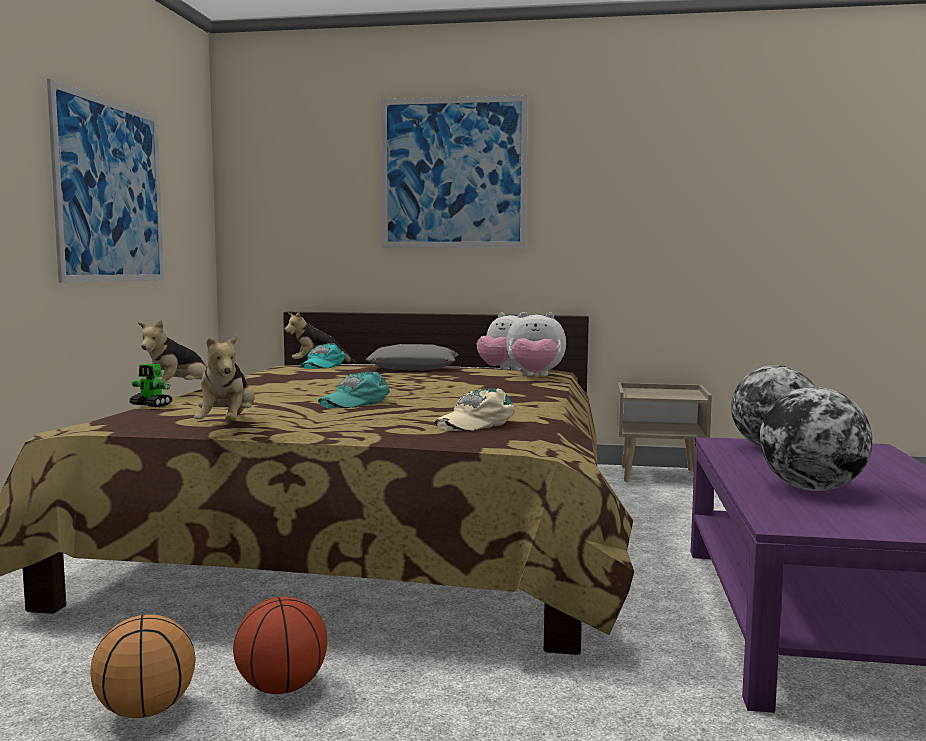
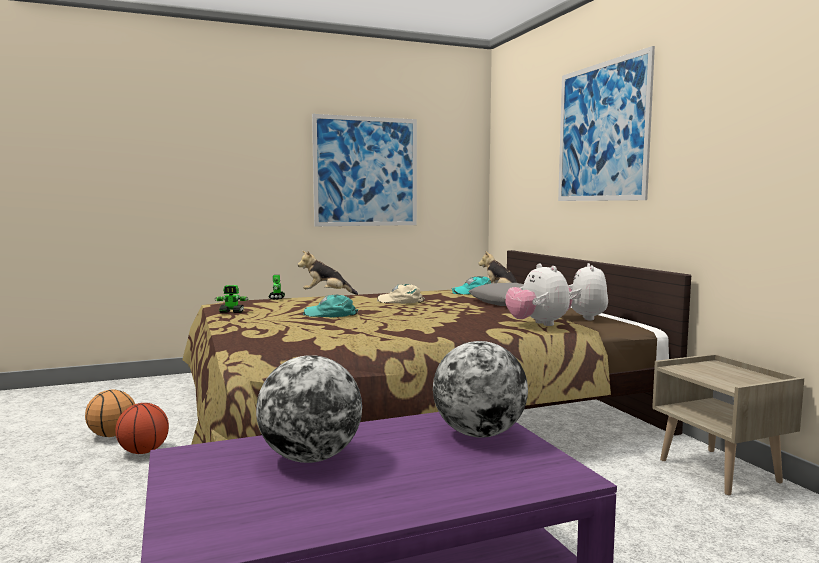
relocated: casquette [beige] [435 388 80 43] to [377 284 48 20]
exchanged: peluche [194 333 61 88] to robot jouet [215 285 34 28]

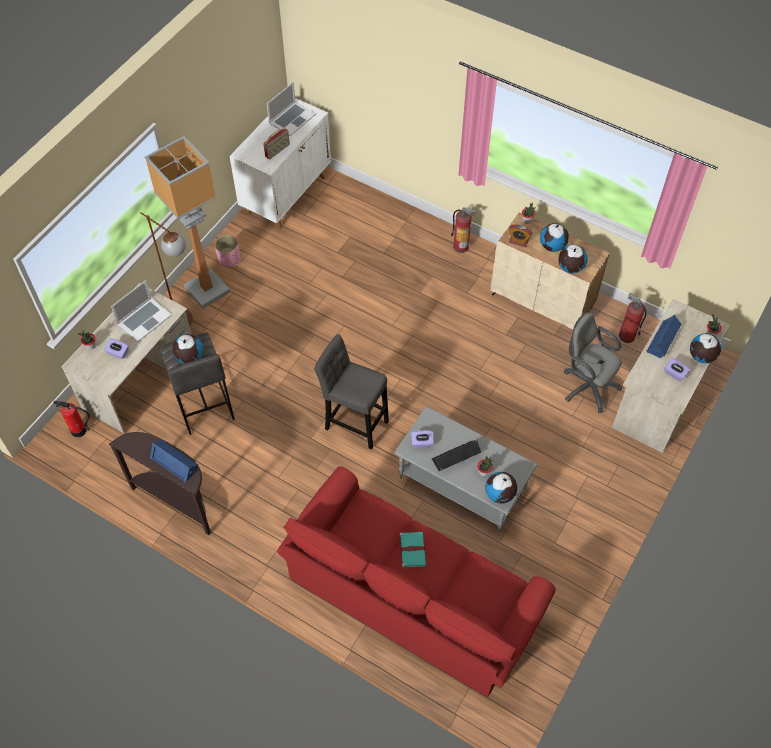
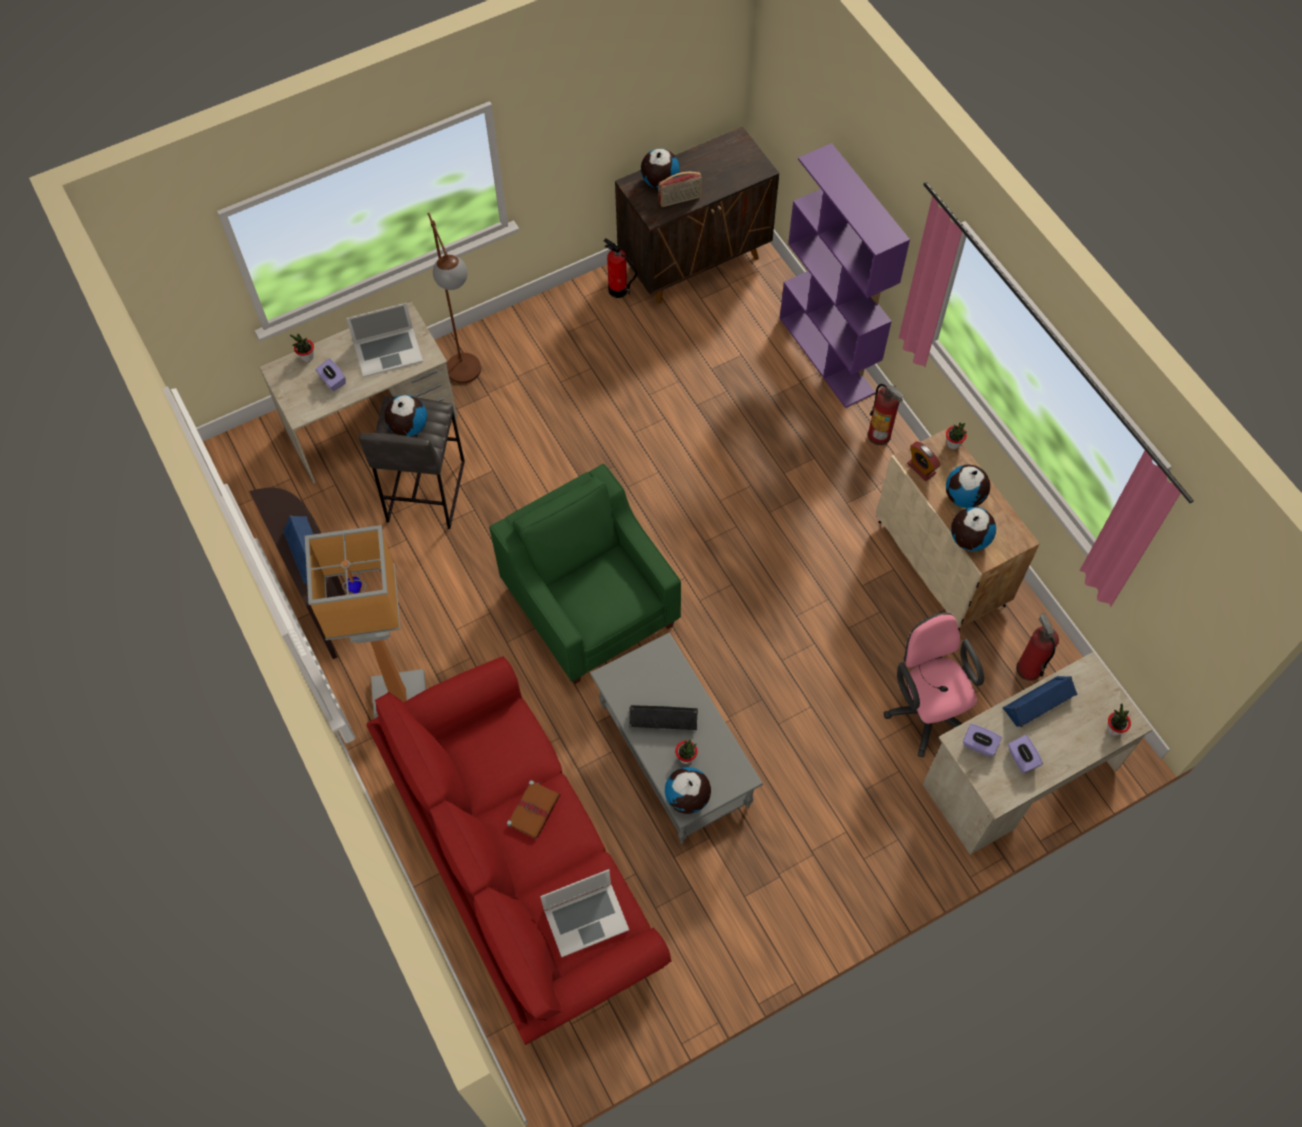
missing: cache-pot [rose] [214 235 26 33]
appeared: bibliothèque [violet] [780 143 130 265]
relocated: ordinateur portable [267 82 49 54] to [540 869 89 88]; lampadaire [144 136 86 173] to [305 525 121 194]; globe [690 333 31 30] to [641 149 38 39]; extincteur [53 401 37 36] to [603 238 34 60]; boîte à mouchoirs [violet] [411 430 23 18] to [963 724 39 33]
exchanged: tabouret [gris] [314 334 75 116] to fauteuil [vert] [489 464 192 220]
colour: meuble de rangement [blanc] [230 98 101 131] to meuble de rangement [marron] [615 127 164 177]; chaise de bureau [gris] [564 312 58 101] to chaise de bureau [rose] [884 613 100 144]; livre [turquoise] [400 532 26 36] to livre [marron] [507 780 53 59]

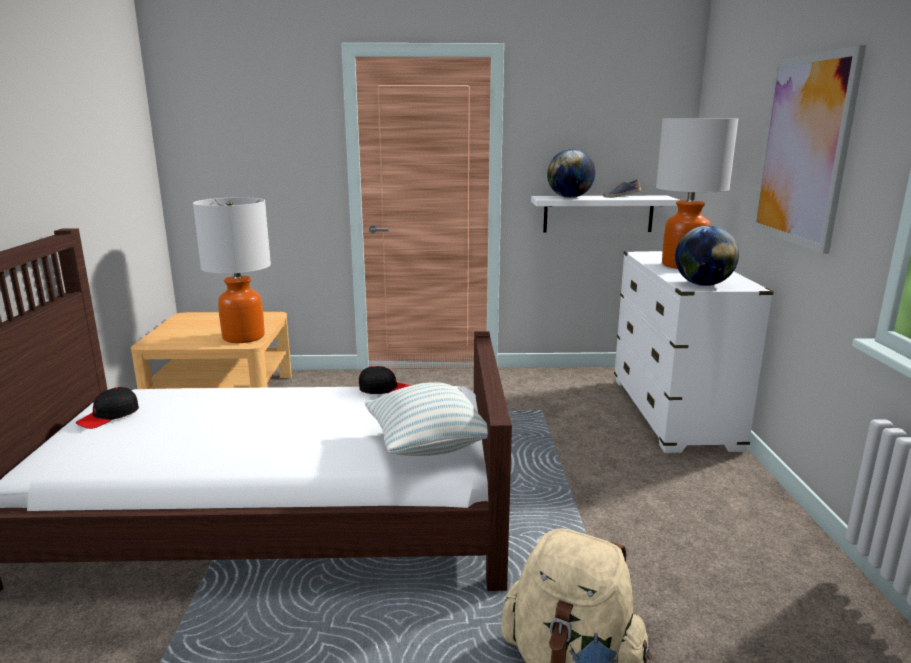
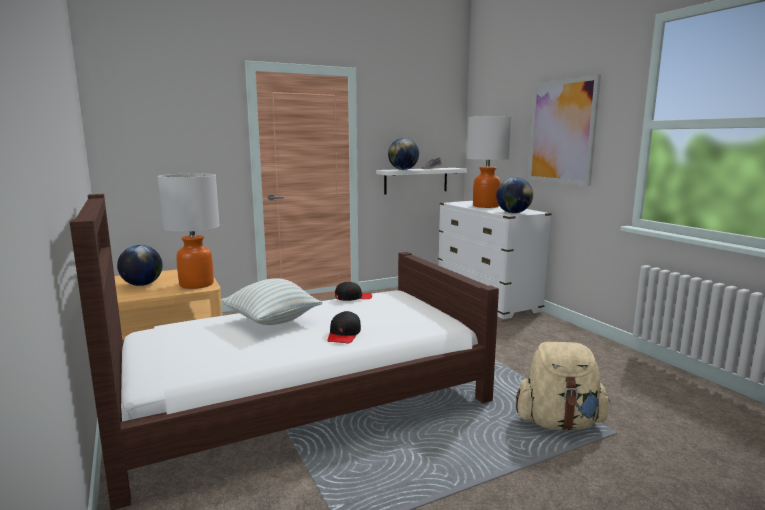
appeared: globe [117 245 46 41]
relocated: coussin [365 382 123 74] to [221 278 102 47]; casquette [noir] [76 387 63 42] to [327 311 34 33]

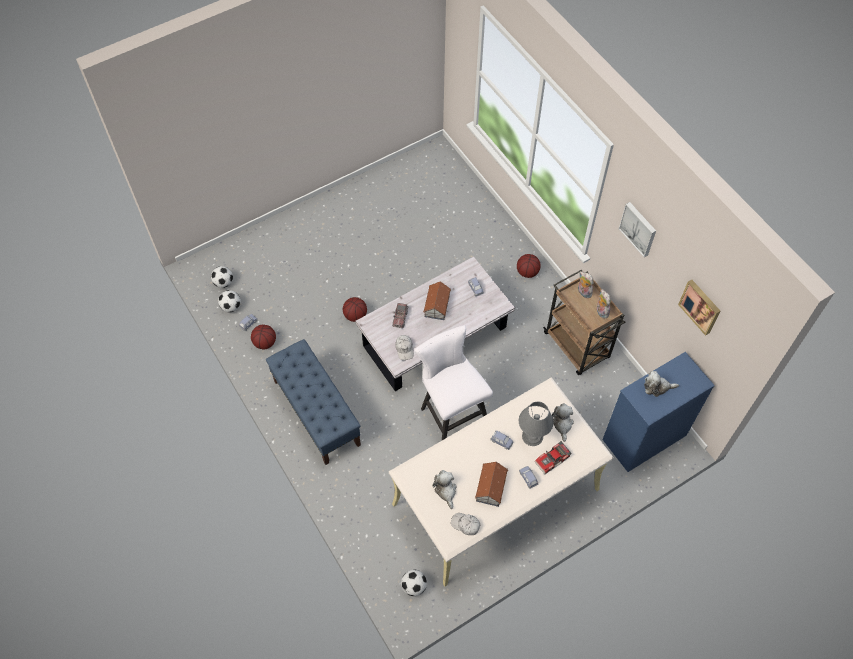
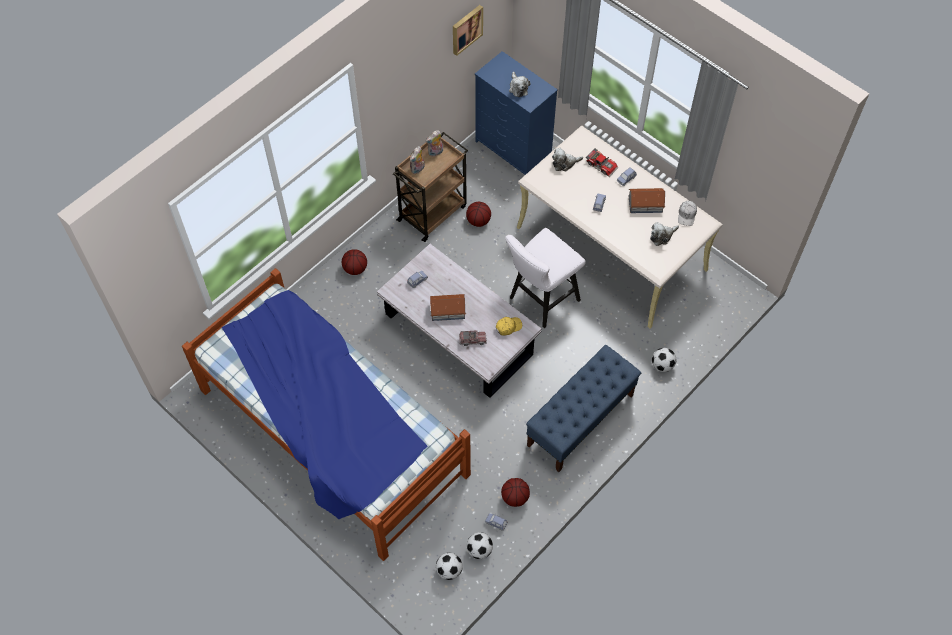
missing: tableau [619 202 37 55]; lampe de table [gris] [519 402 35 44]
appeared: lit [182 268 289 293]
relocated: ballon de basket [343 297 24 25] to [466 202 25 25]; ballon de foot [401 570 26 26] to [652 348 24 24]
colour: casquette [blanc] [396 335 18 25] to casquette [jaune] [496 317 26 18]

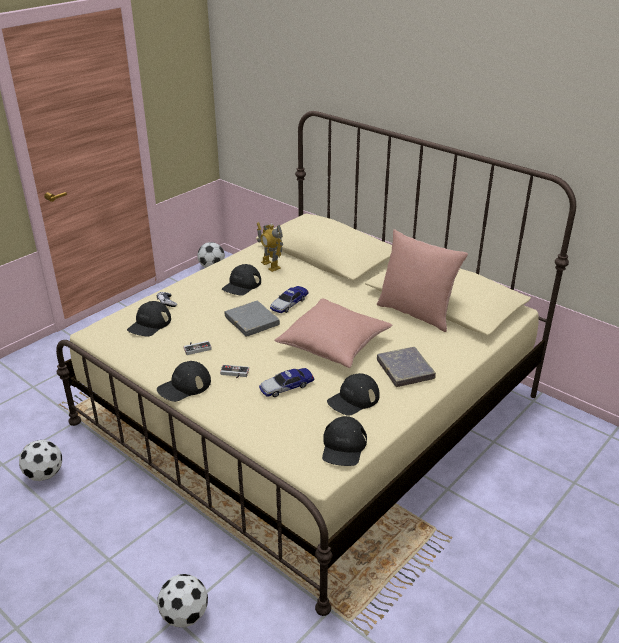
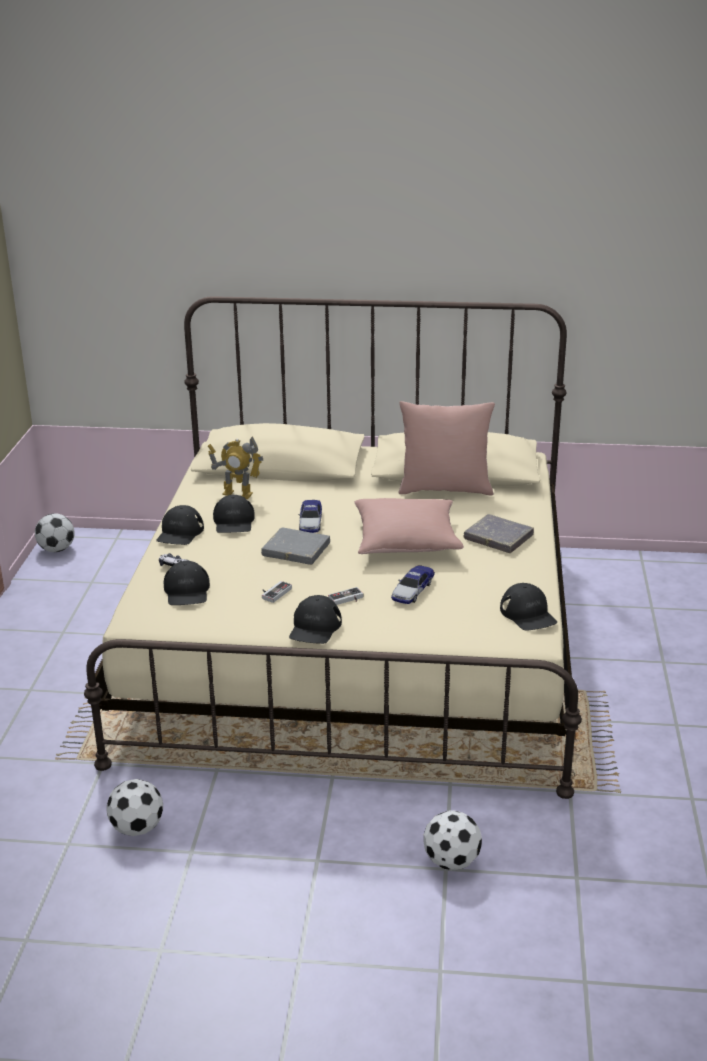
relocated: casquette [noir] [327 373 53 43] to [156 505 48 40]

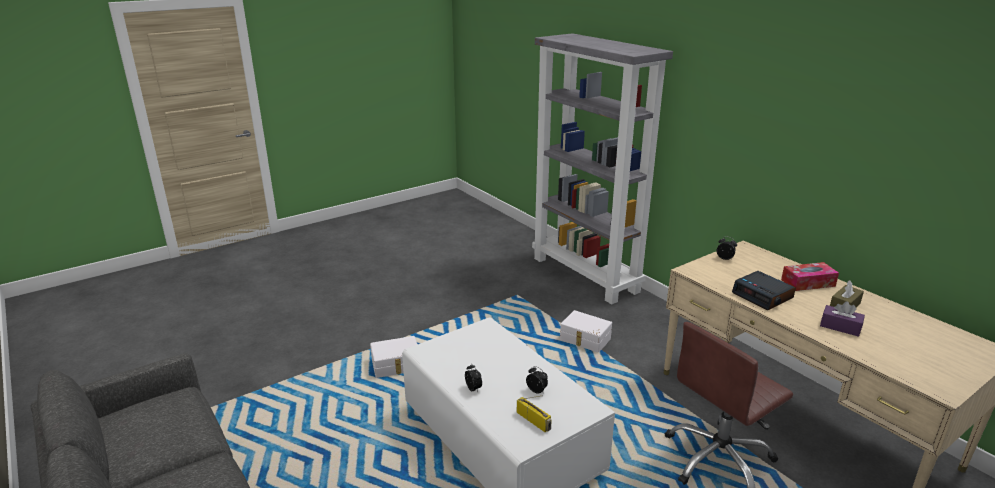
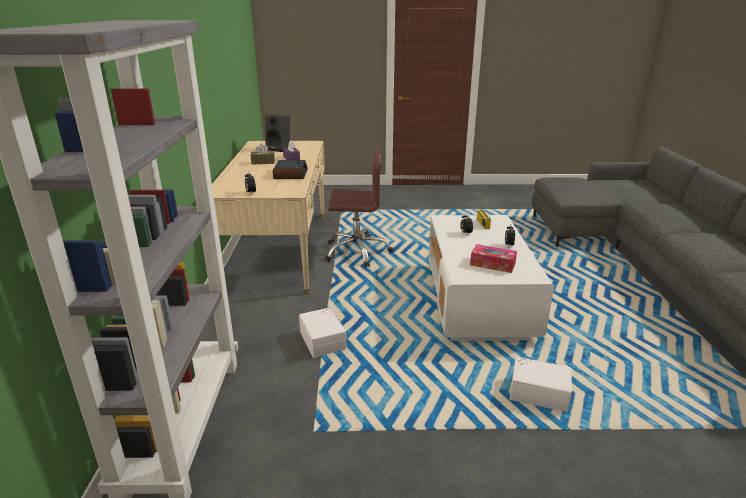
appeared: enceinte [noir] [265 115 25 37]
relocated: boîte à mouchoirs [781 262 58 29] to [470 244 47 29]

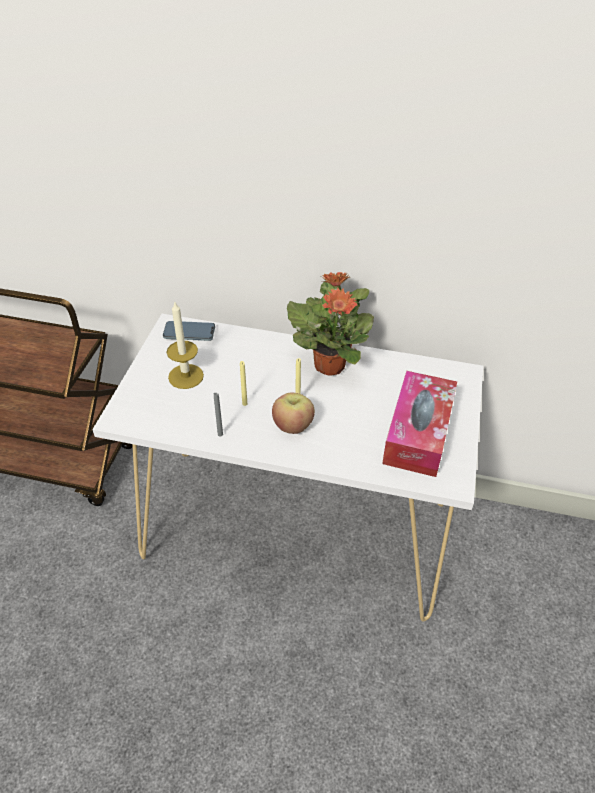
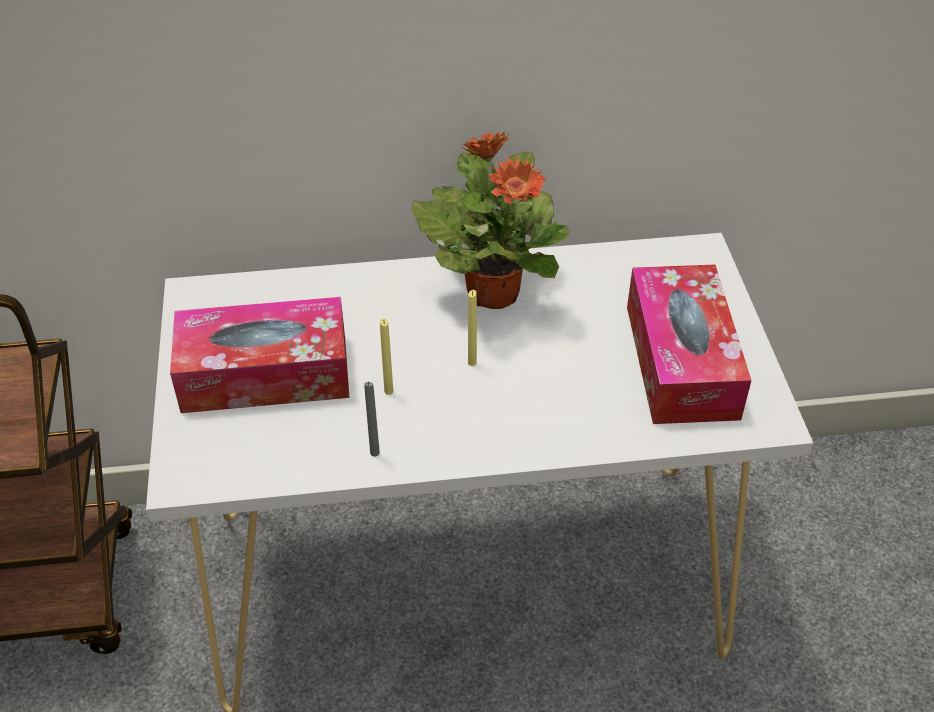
missing: téléphone [163 321 52 20]; pomme [272 392 43 42]
exchanged: bougie [167 302 37 87] to boîte à mouchoirs [170 297 180 116]

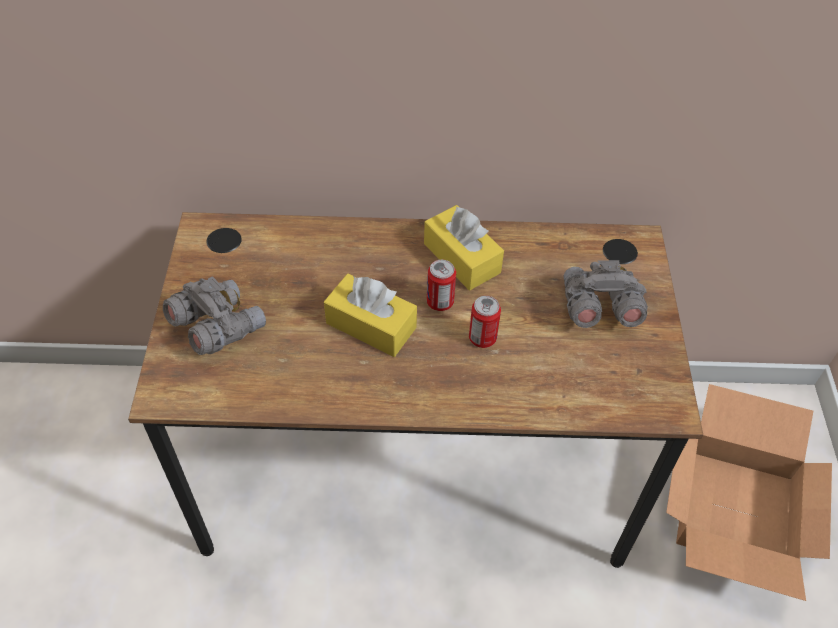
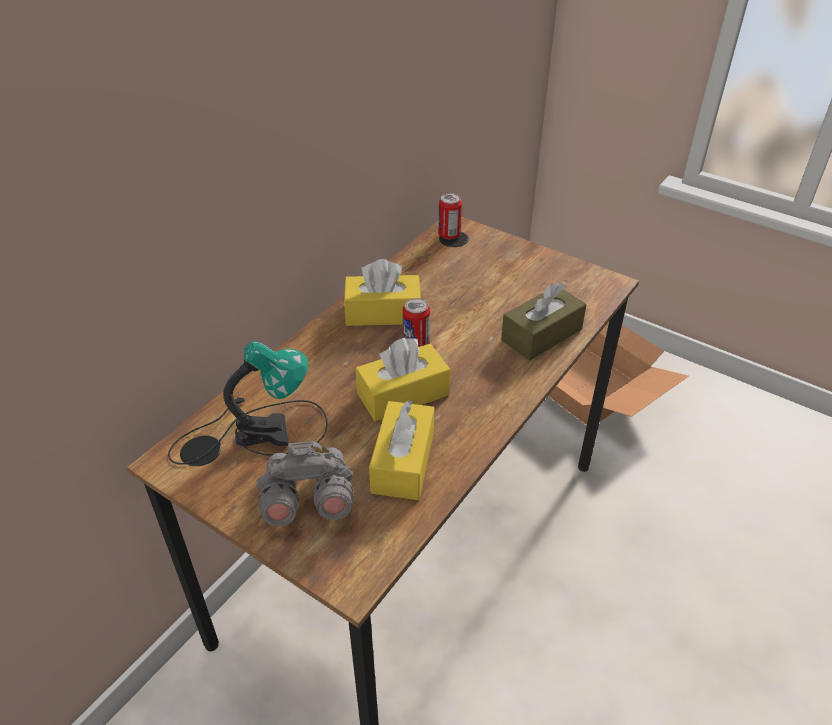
missing: jumelles [gris] [563 260 85 68]
appeared: boîte à mouchoirs [marron] [501 282 86 79]; lampe de table [168 341 160 124]; boîte à mouchoirs [jaune] [369 400 65 100]
relocated: boîte métallique [469 296 32 52] to [438 193 24 46]

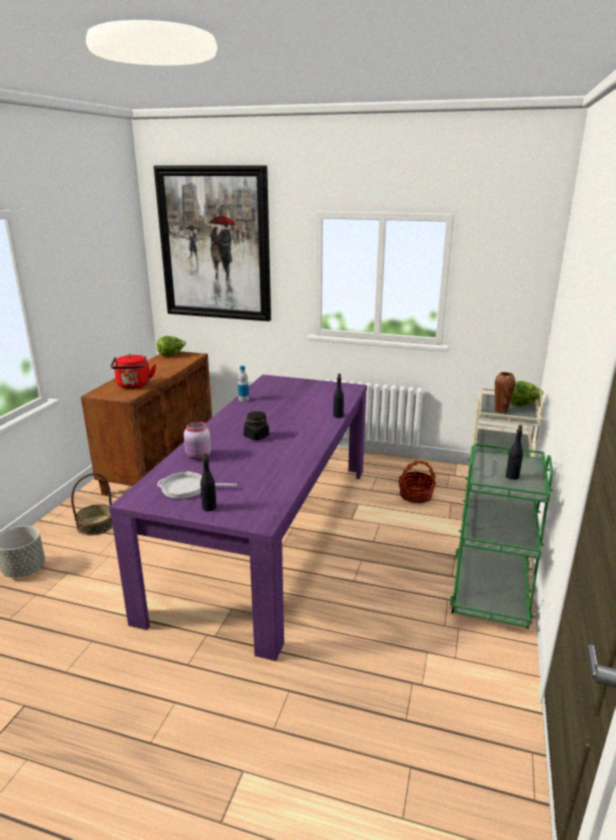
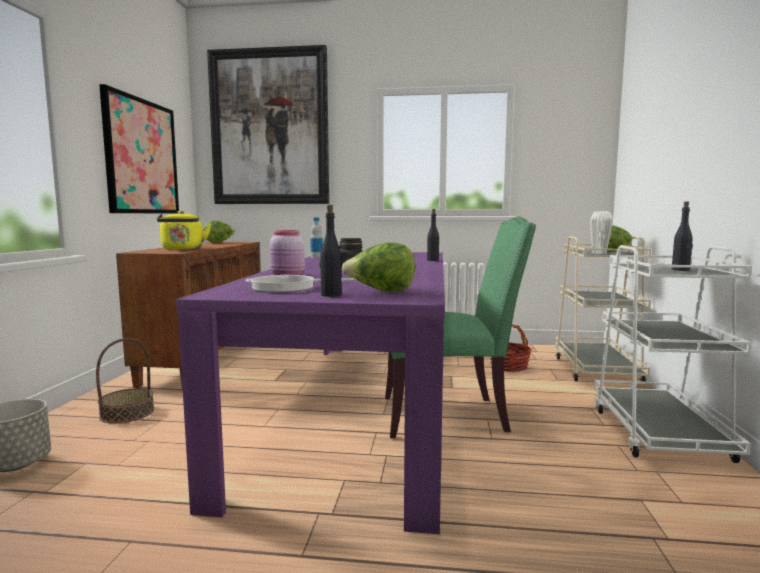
appeared: tableau [99 84 80 129]; chaise [vert] [385 216 151 223]; laitue [342 242 73 50]
colour: bouilloire [rouge] [111 354 45 35] to bouilloire [jaune] [157 211 54 39]; vase [marron] [495 372 21 41] to vase [blanc] [590 211 23 43]; chariot [vert] [450 443 103 186] to chariot [blanc] [594 245 158 218]

